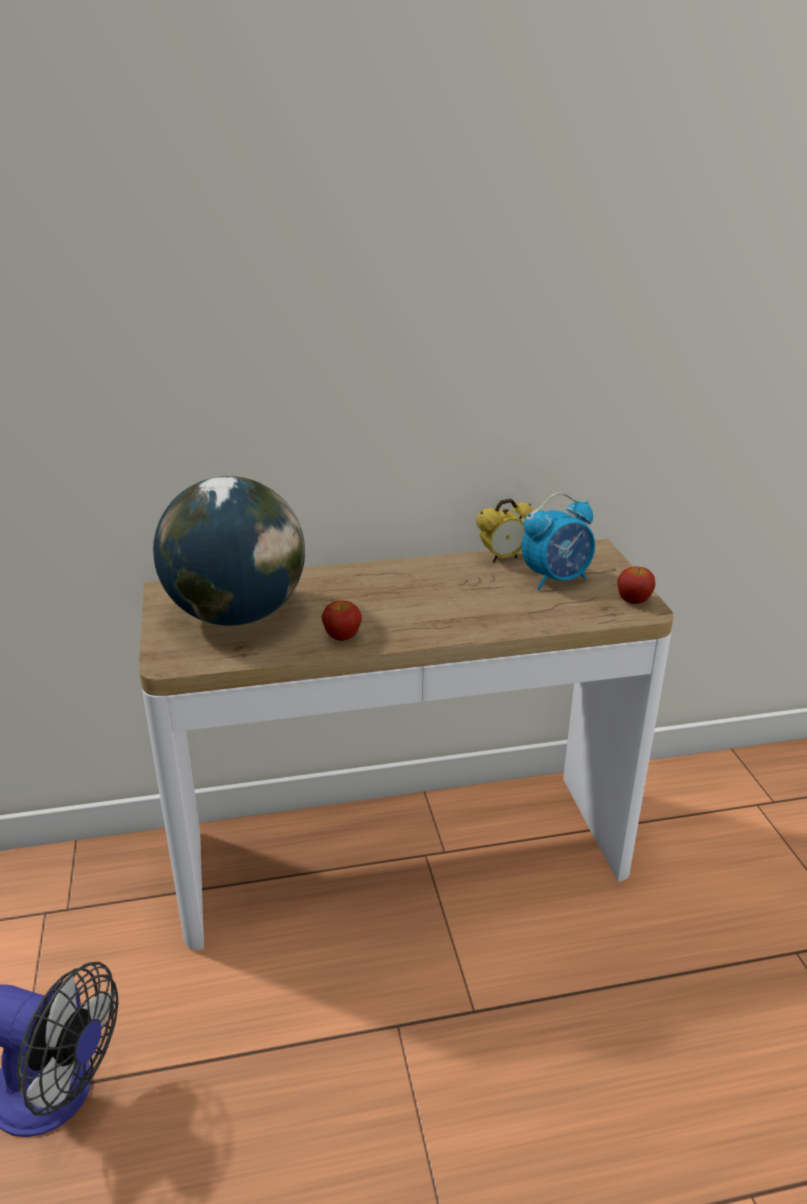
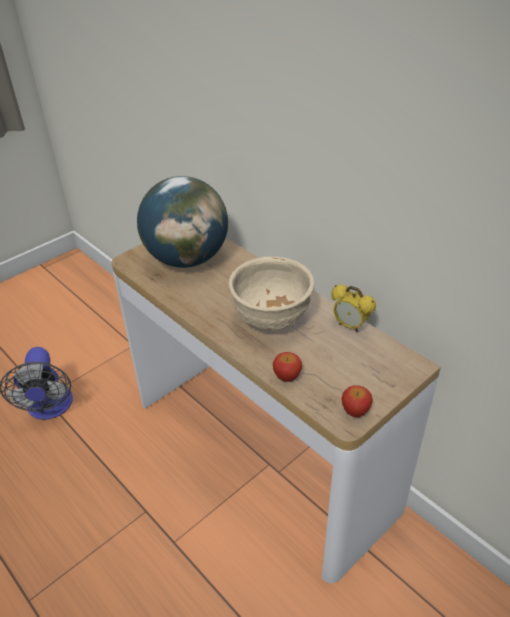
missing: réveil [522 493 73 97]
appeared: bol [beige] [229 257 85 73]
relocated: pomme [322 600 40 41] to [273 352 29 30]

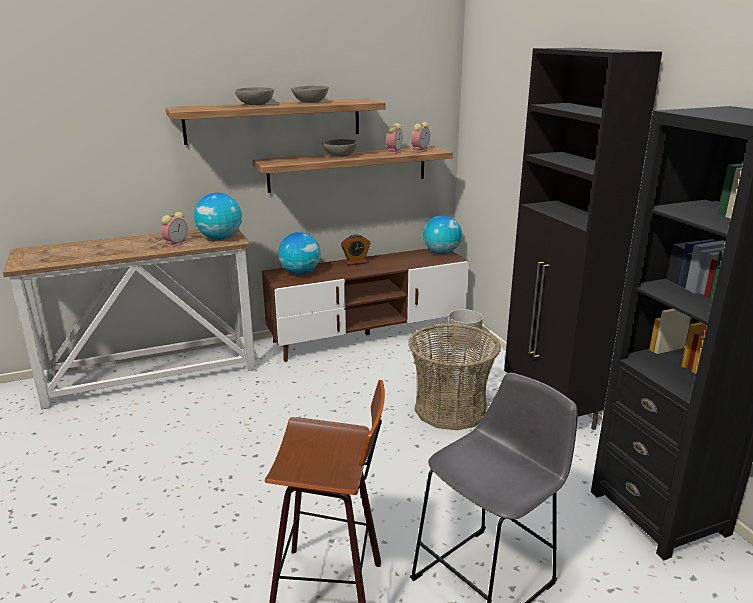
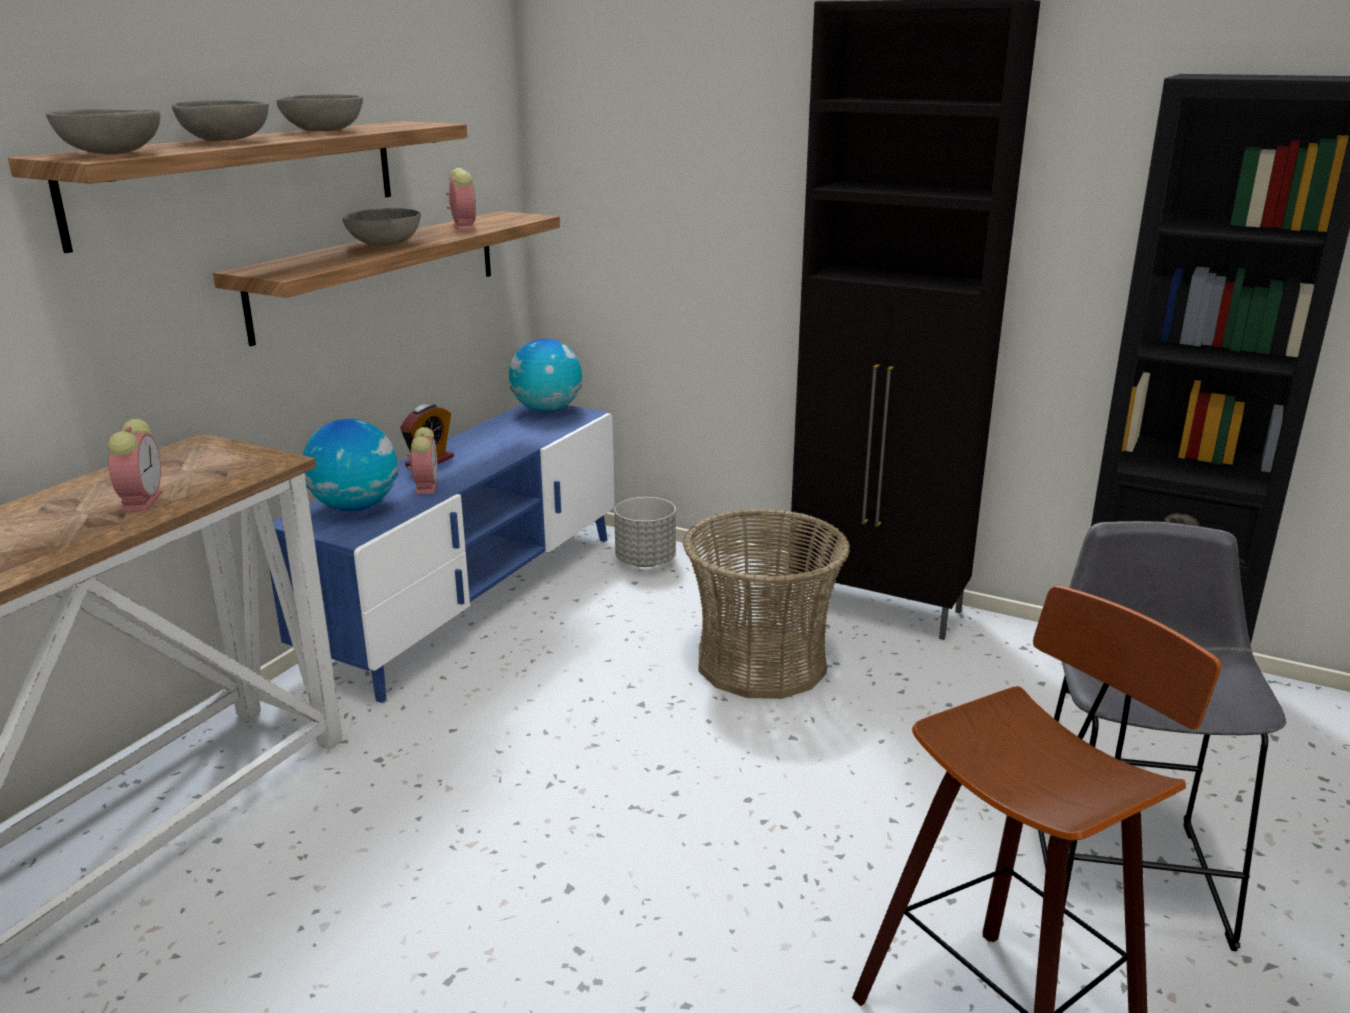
missing: globe [194 193 48 47]
appeared: bol [gris] [46 109 114 45]
relocated: réveil [411 122 19 31] to [407 427 31 67]
colour: meuble télé [marron] [262 248 207 114] to meuble télé [bleu] [269 404 345 299]

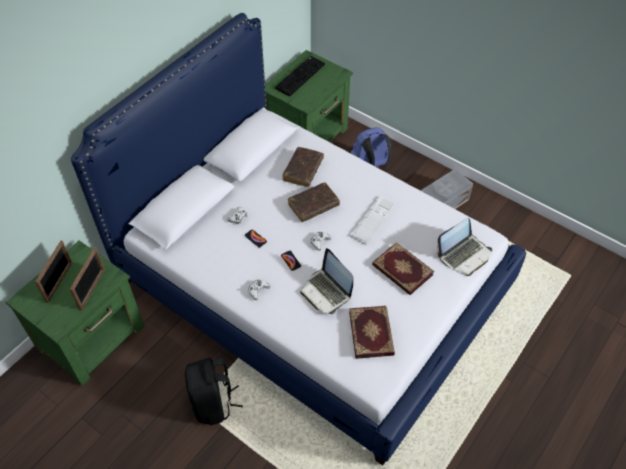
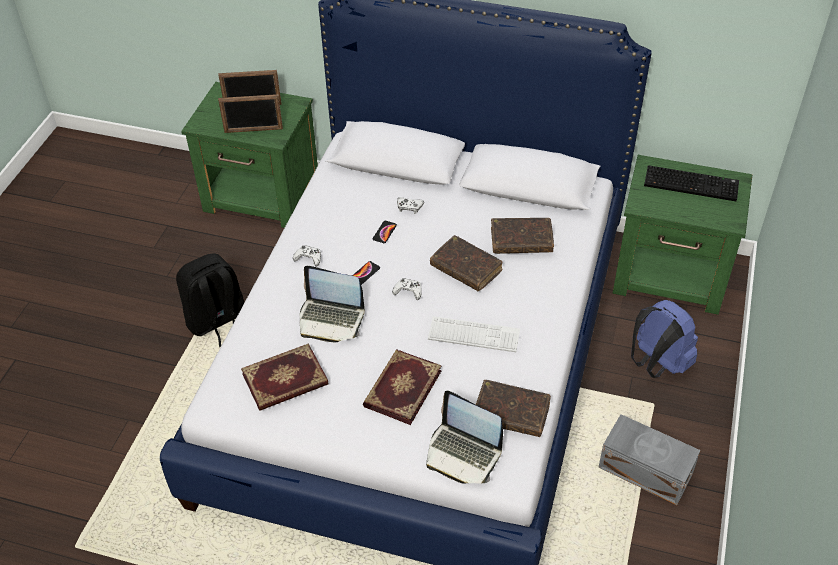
appeared: livre [marron] [476 380 75 57]
spun: ordinateur portable [300 248 53 66] = [300 266 65 76] 105 degrees counterclockwise

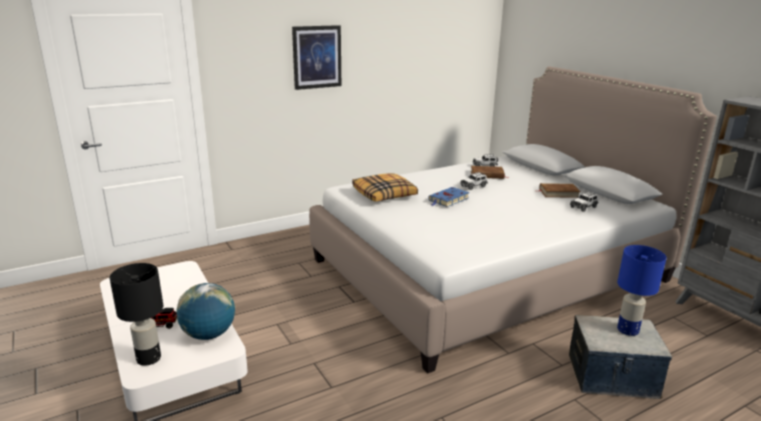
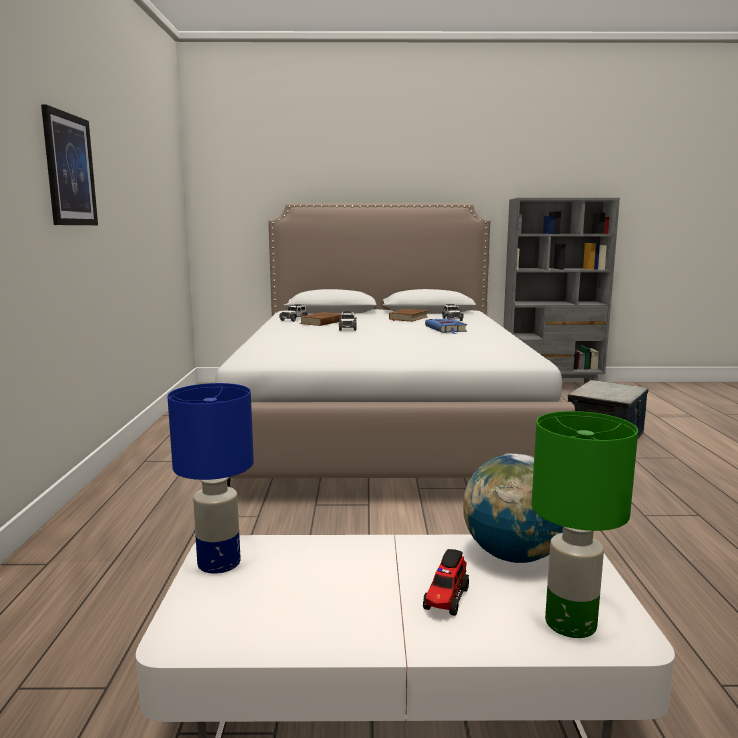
missing: coussin [352 173 66 29]
relocated: livre [bleu] [428 187 42 20] to [425 319 42 15]; lampe de table [bleu] [617 245 49 91] to [167 383 87 191]
colour: lampe de table [noir] [110 263 53 103] to lampe de table [vert] [531 411 107 227]

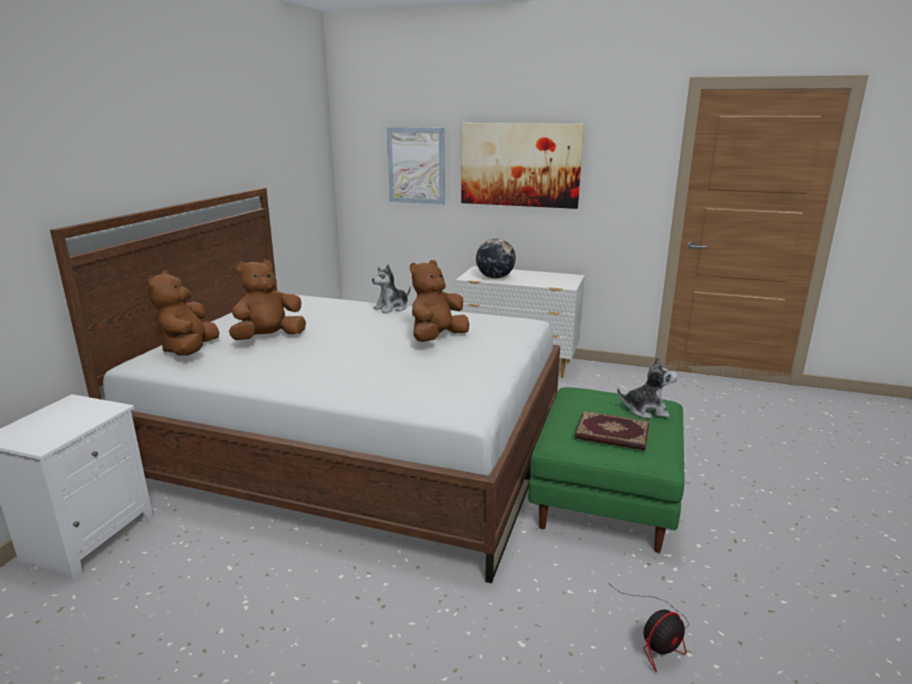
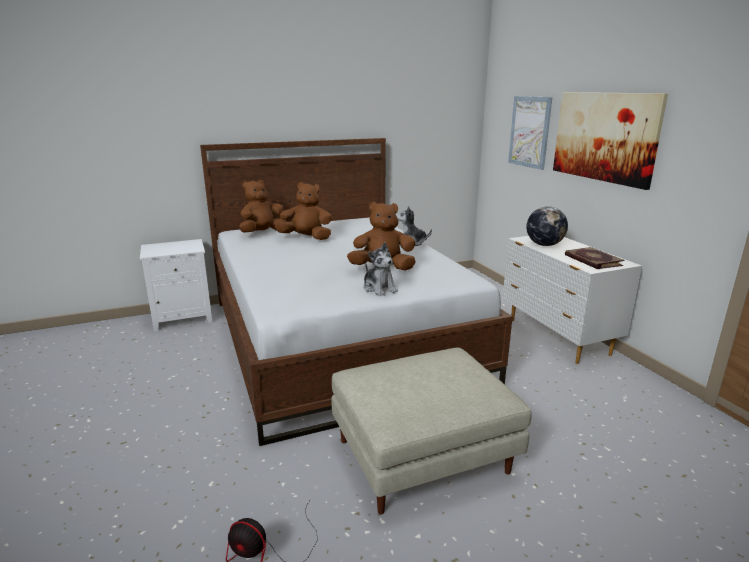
relocated: peluche [617 357 61 62] to [363 242 35 54]; livre [575 411 75 40] to [565 247 59 22]
colour: pouf [vert] [528 387 157 166] to pouf [beige] [332 347 200 168]

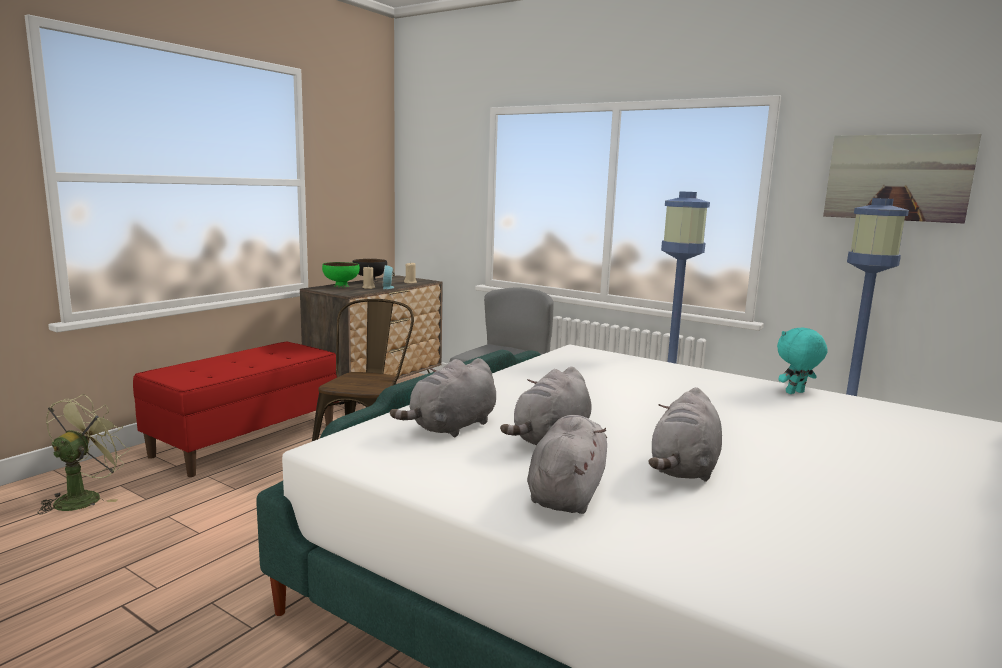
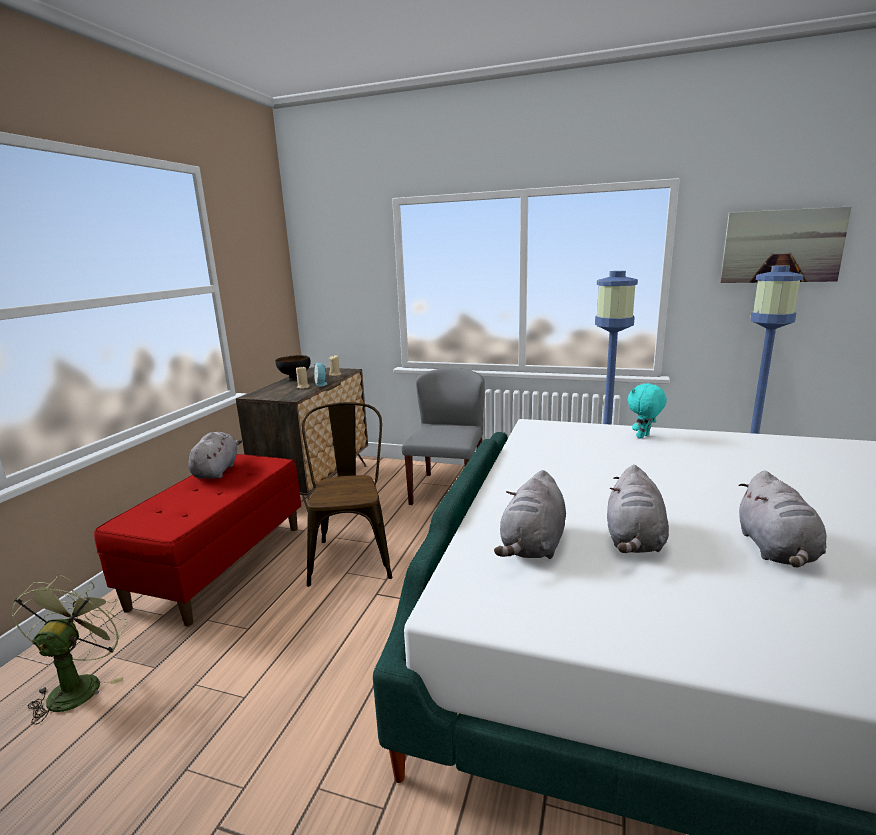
missing: bol [vert] [322 262 38 25]
relocated: peluche [turquoise] [777 328 50 66] to [628 383 39 56]; peluche [gris] [527 415 80 99] to [188 432 54 47]

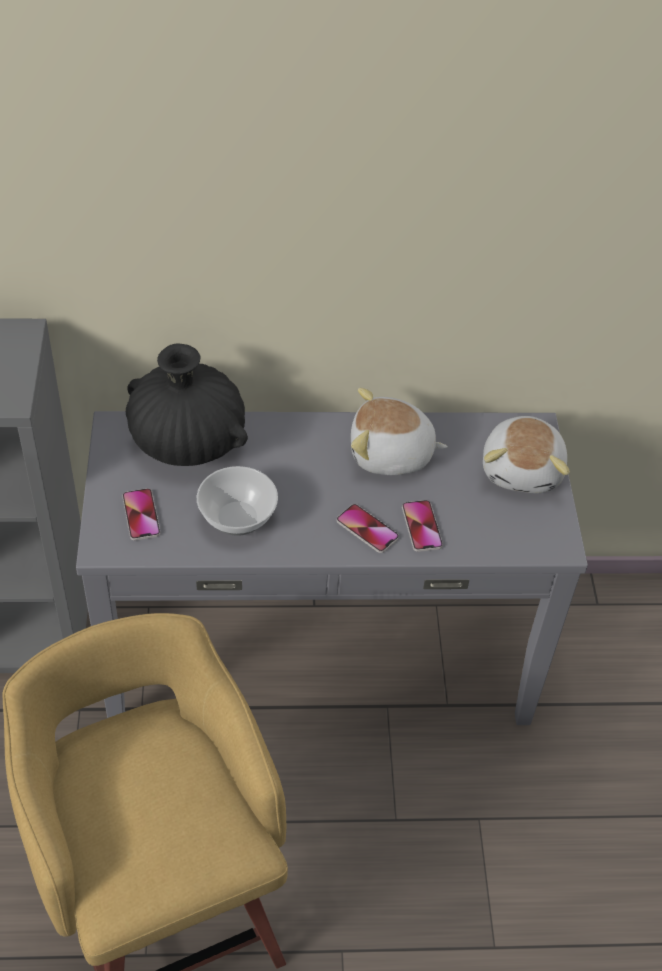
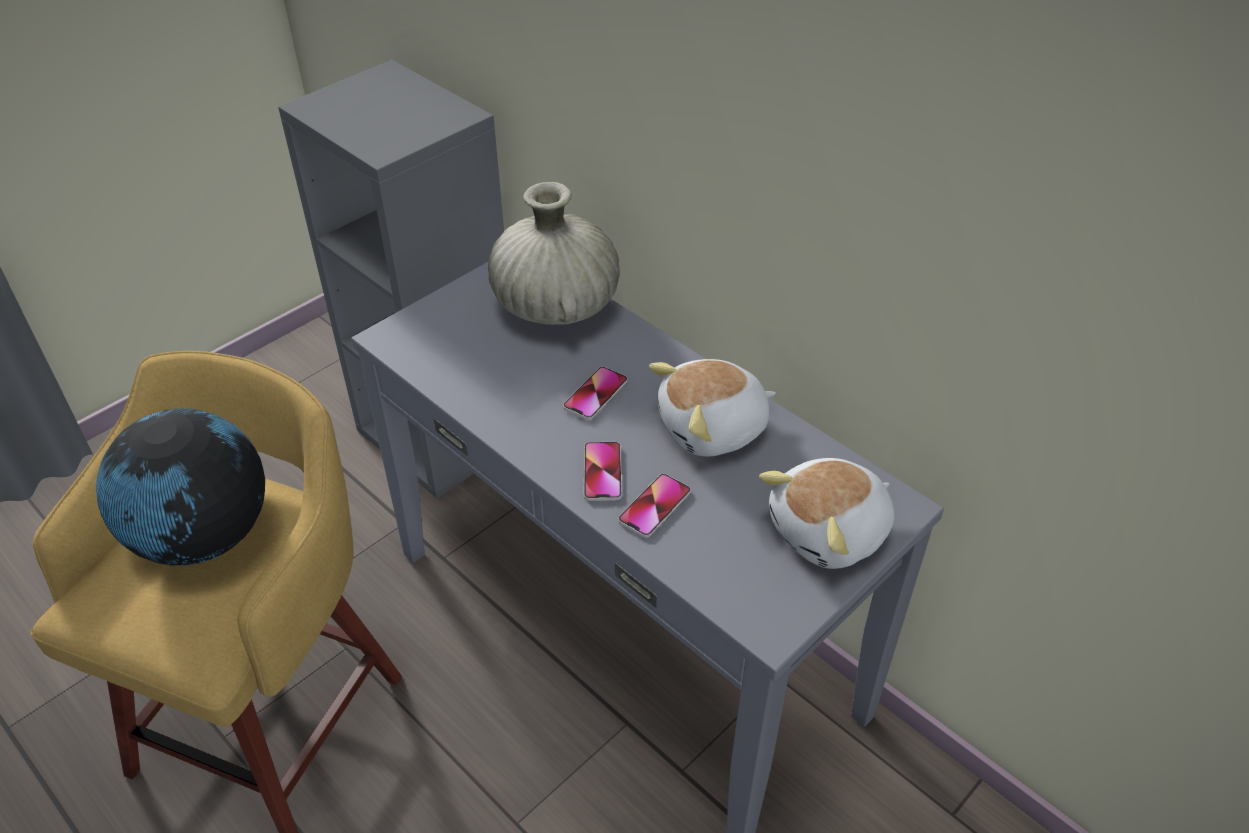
missing: bol [197 466 81 70]
appeared: globe [96 408 169 157]
relocated: téléphone [122 488 38 53] to [563 367 65 53]
colour: vase [noir] [126 343 122 123] to vase [beige] [488 182 132 143]
spun: peluche [351 388 97 87] = [649 359 127 97] 75 degrees counterclockwise

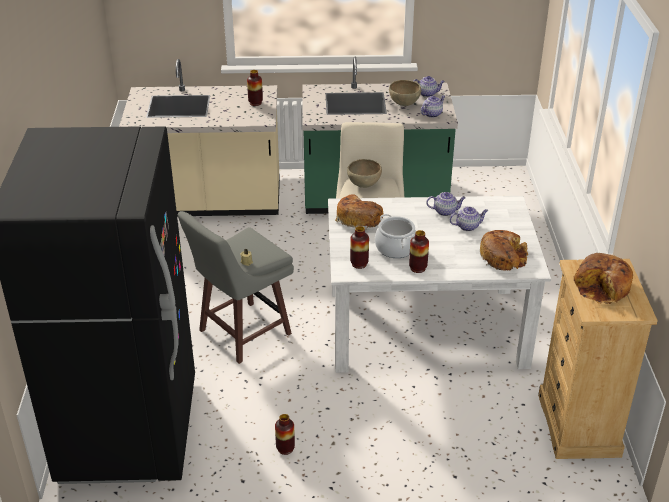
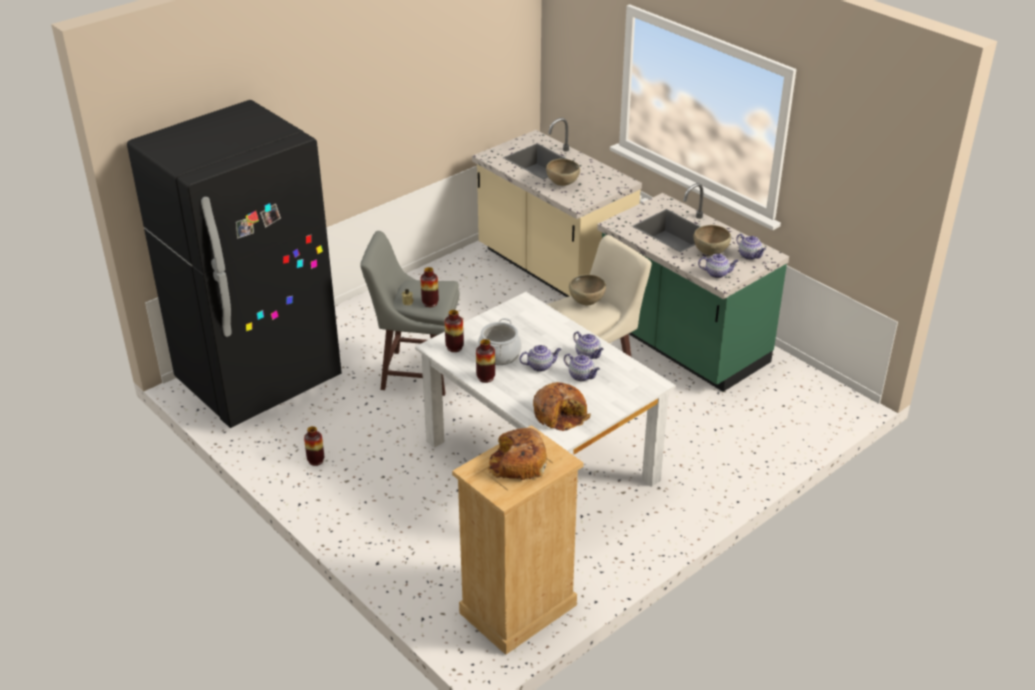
missing: pain [335 194 48 35]
appeared: bol [marron] [546 159 34 27]; théière [519 345 42 27]
relocated: vase [247 70 16 36] to [421 267 18 40]

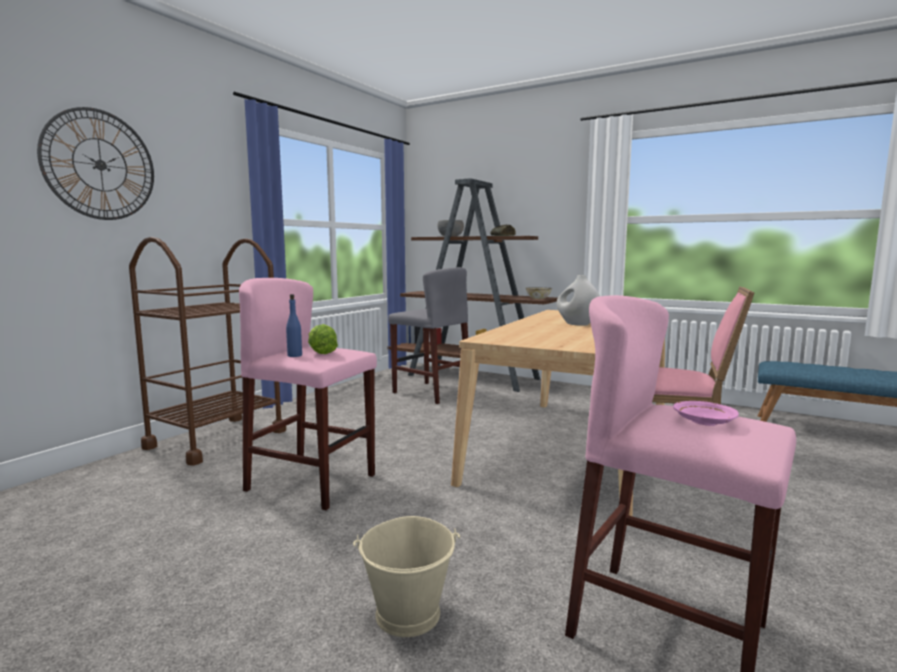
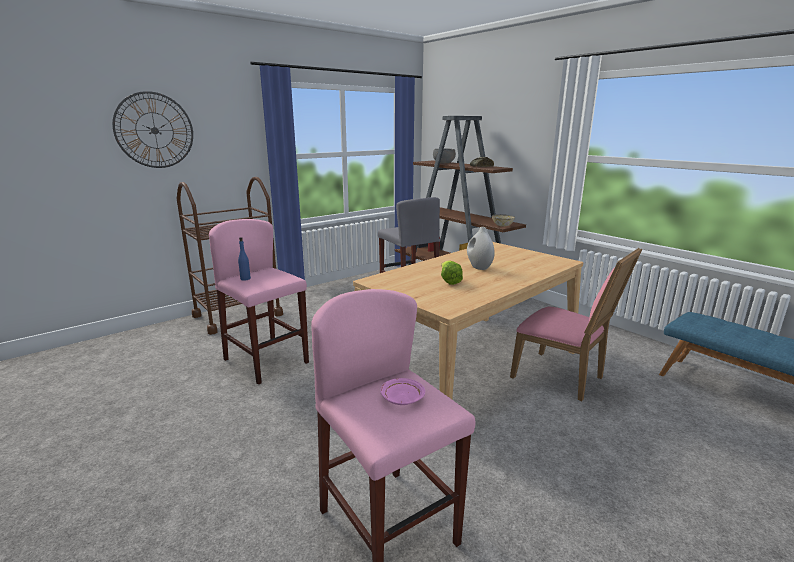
missing: seau [beige] [353 516 107 121]
relocated: laitue [308 324 30 30] to [441 261 22 24]

